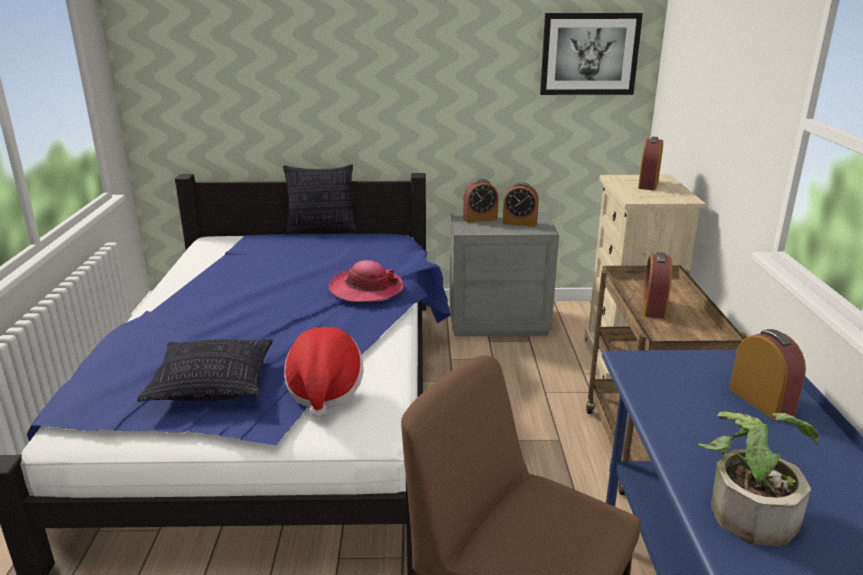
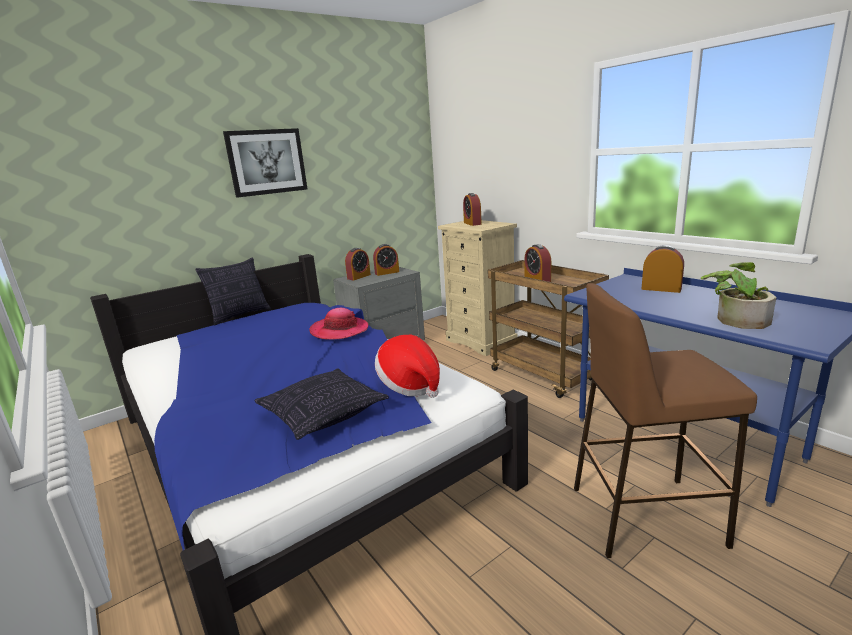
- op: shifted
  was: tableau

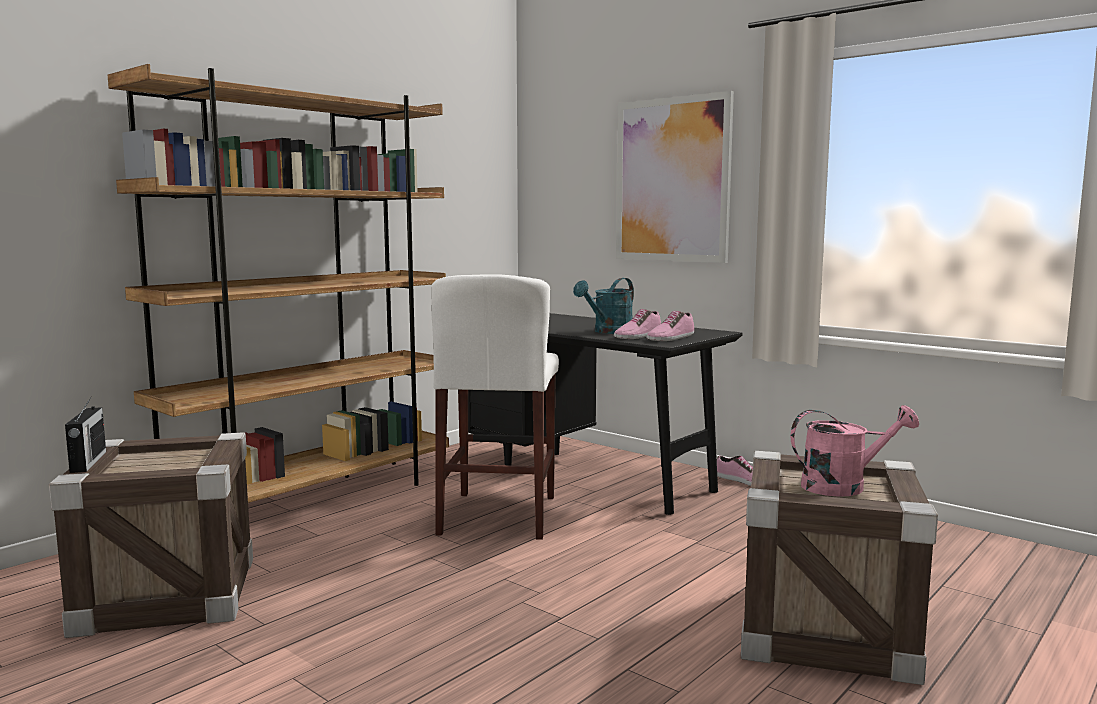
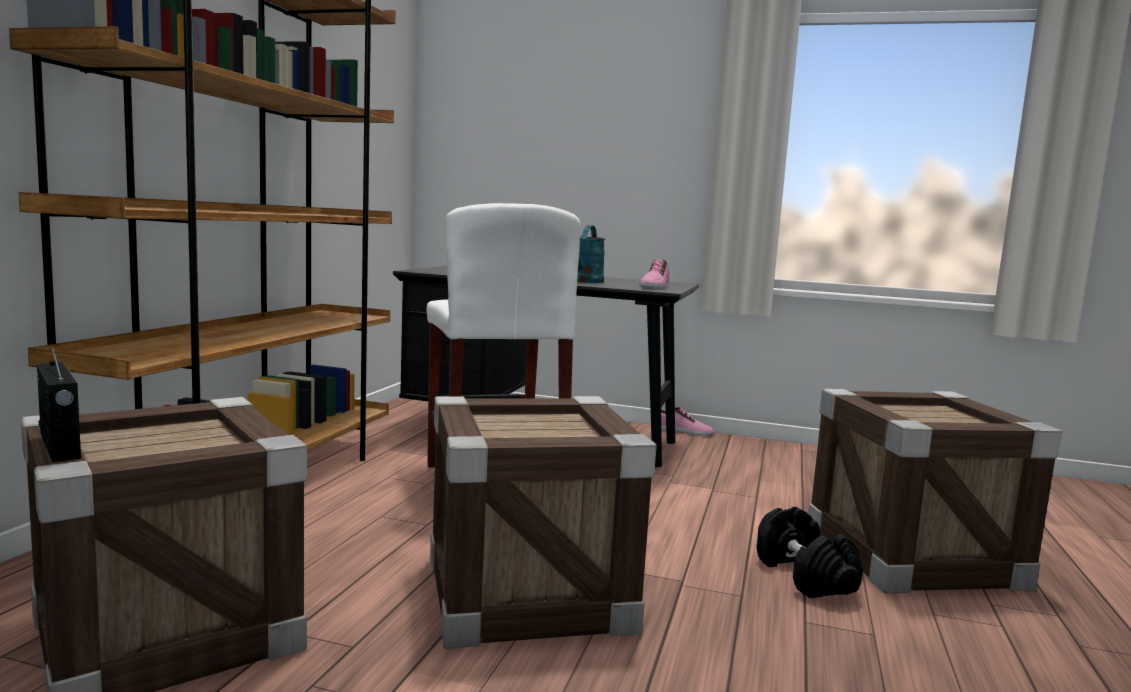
- op: gone
  was: tableau
- op: gone
  was: chaussure (no. 1 from left)
- op: gone
  was: arrosoir (rose)
- op: new
  now: caisse (no. 2 from left)
- op: new
  now: haltère (noir)

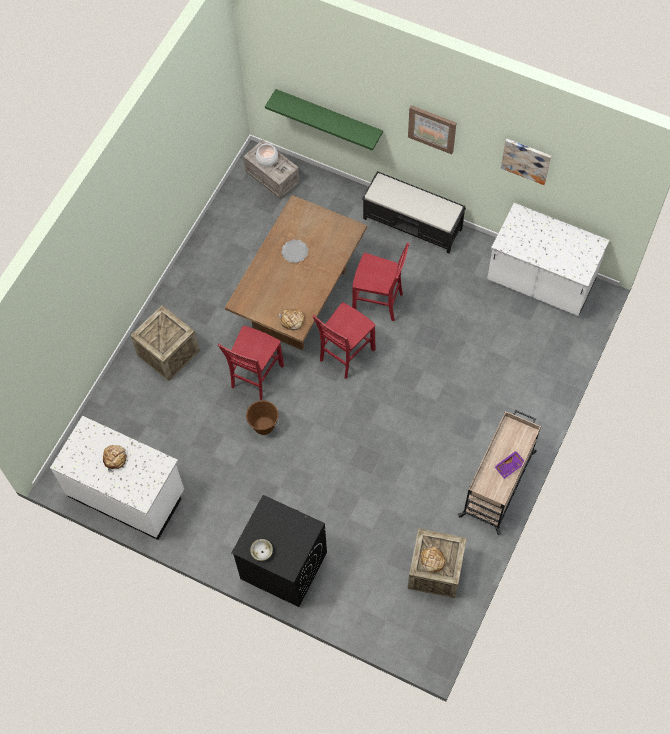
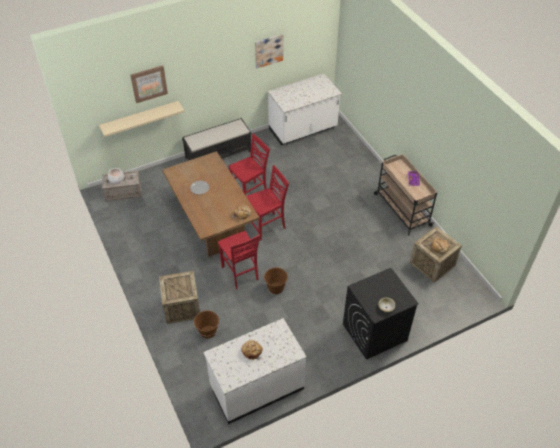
- op: repainted
  was: étagère (vert)
  now: étagère (beige)
- op: shifted
  was: tableau (no. 1 from left)
- op: rotated
  was: chaise (rouge) (no. 2 from left in the first image)
  clockwise: -105
- op: new
  now: seau (marron) (no. 1 from left)

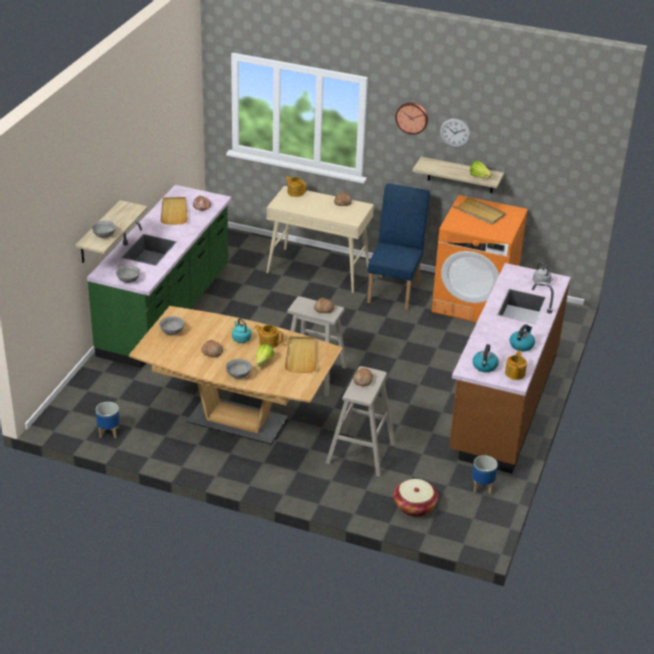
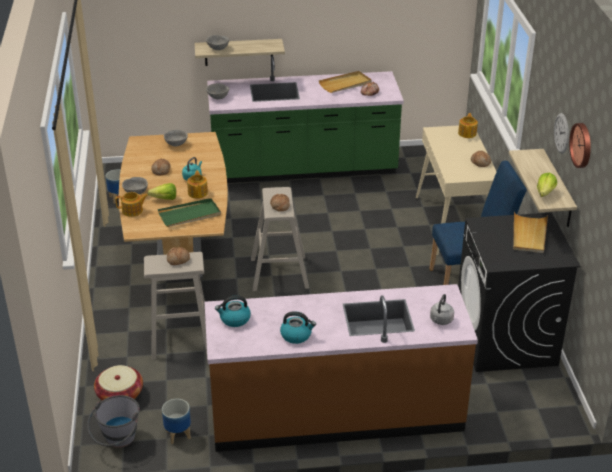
- op: shifted
  was: horloge murale (no. 1 from left in the first image)
  now: horloge murale (no. 2 from left)
- op: repainted
  was: lave-linge (orange)
  now: lave-linge (noir)
- op: repainted
  was: plateau (beige) (no. 2 from left)
  now: plateau (vert)
- op: shifted
  was: théière (no. 3 from left in the first image)
  now: théière (no. 1 from left)
- op: new
  now: seau (gris)

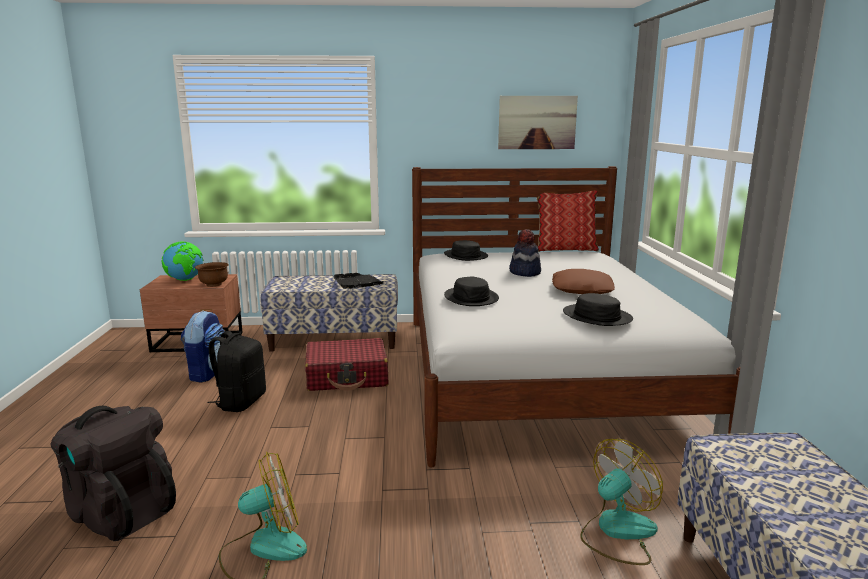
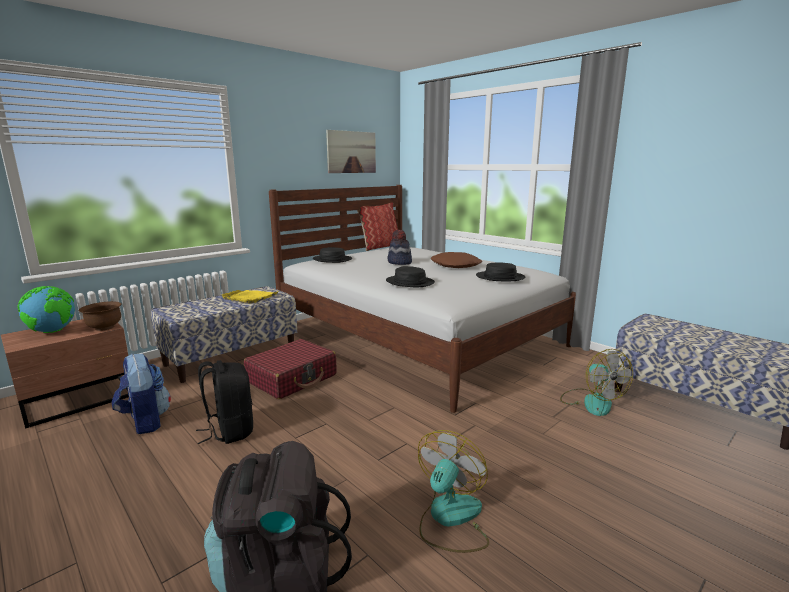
- op: repainted
  was: plateau (noir)
  now: plateau (jaune)
- op: rotated
  was: ventilateur (no. 2 from left)
  clockwise: 150

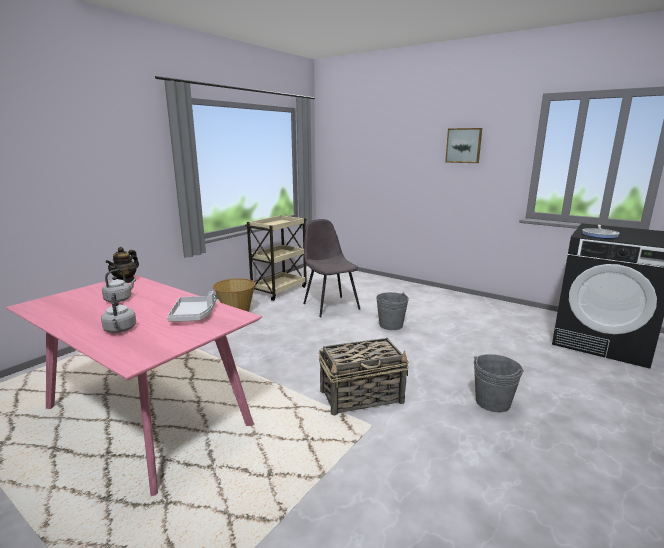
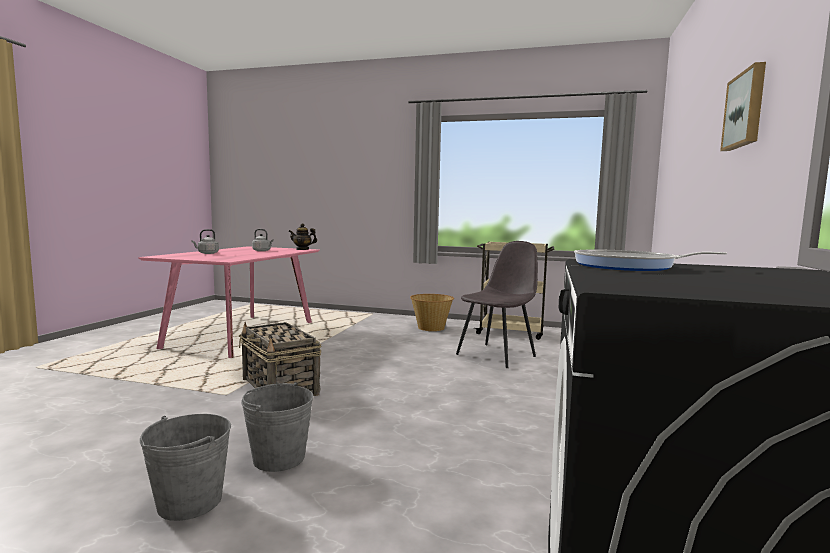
- op: gone
  was: plateau (gris)
- op: shifted
  was: seau (gris) (no. 1 from left)

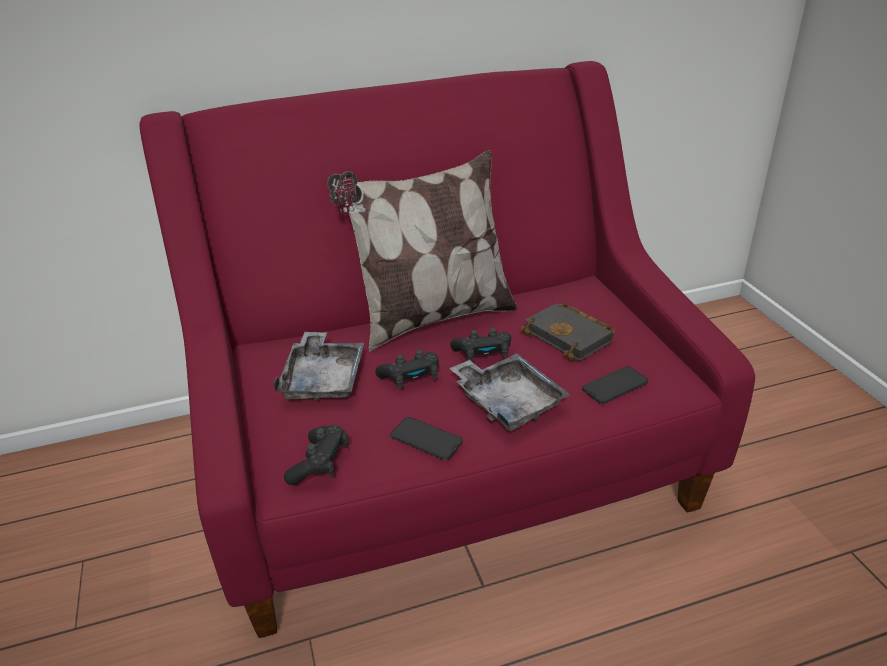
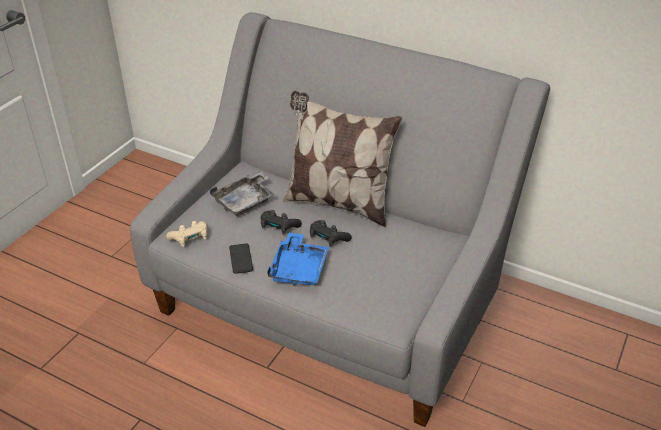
- op: repainted
  was: canapé (rouge)
  now: canapé (gris)
- op: gone
  was: livre (noir)
- op: repainted
  was: plateau (gris) (no. 2 from left)
  now: plateau (bleu)
- op: gone
  was: téléphone (no. 2 from left)
- op: repainted
  was: manette (noir) (no. 1 from left)
  now: manette (beige)

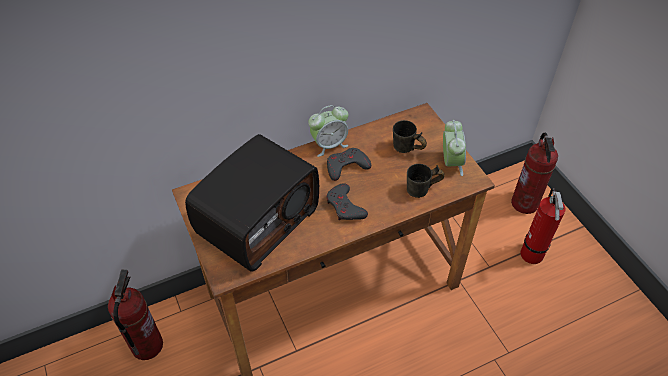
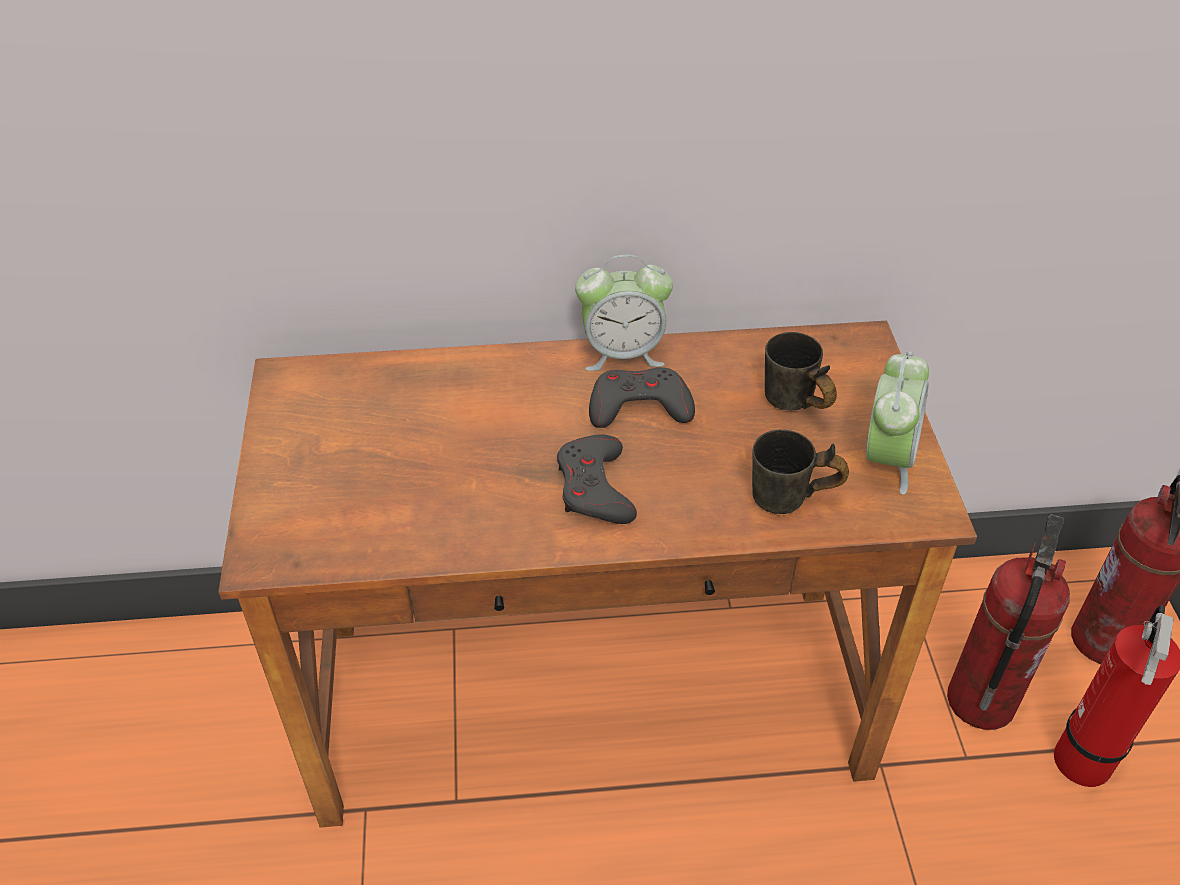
- op: gone
  was: radio
- op: shifted
  was: extincteur (no. 1 from left)

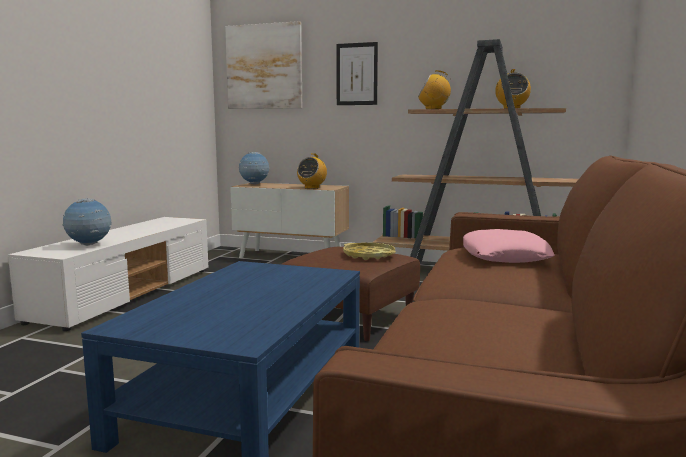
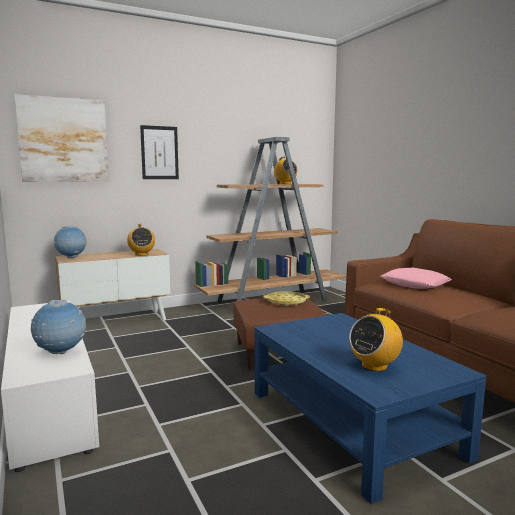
- op: shifted
  was: radio (no. 2 from left in the first image)
  now: radio (no. 3 from left)

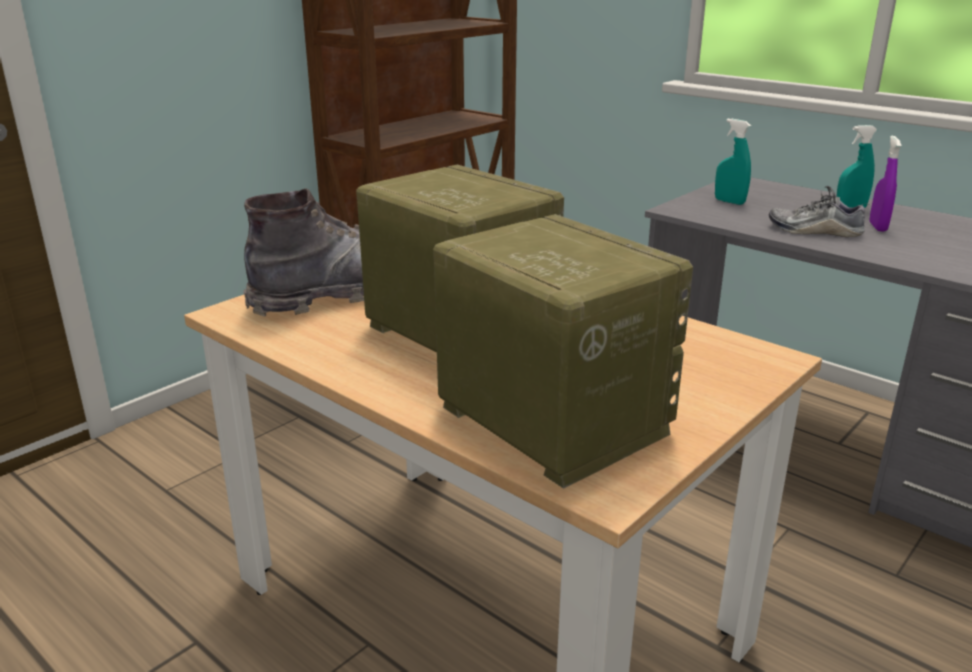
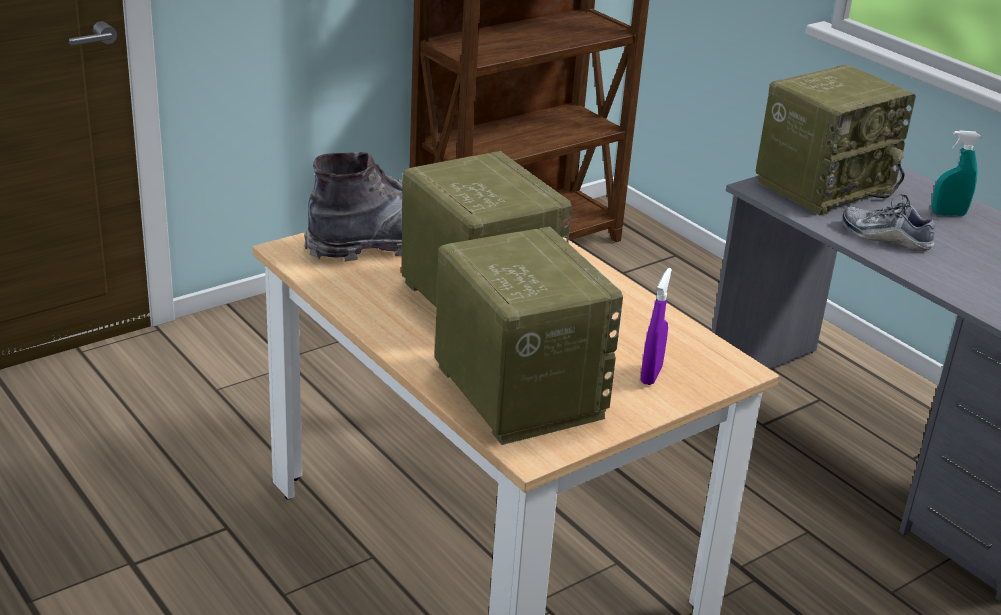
- op: swapped
  was: vaporisateur (turquoise) (no. 1 from left)
  now: radio (no. 3 from left)
- op: shifted
  was: vaporisateur (violet)

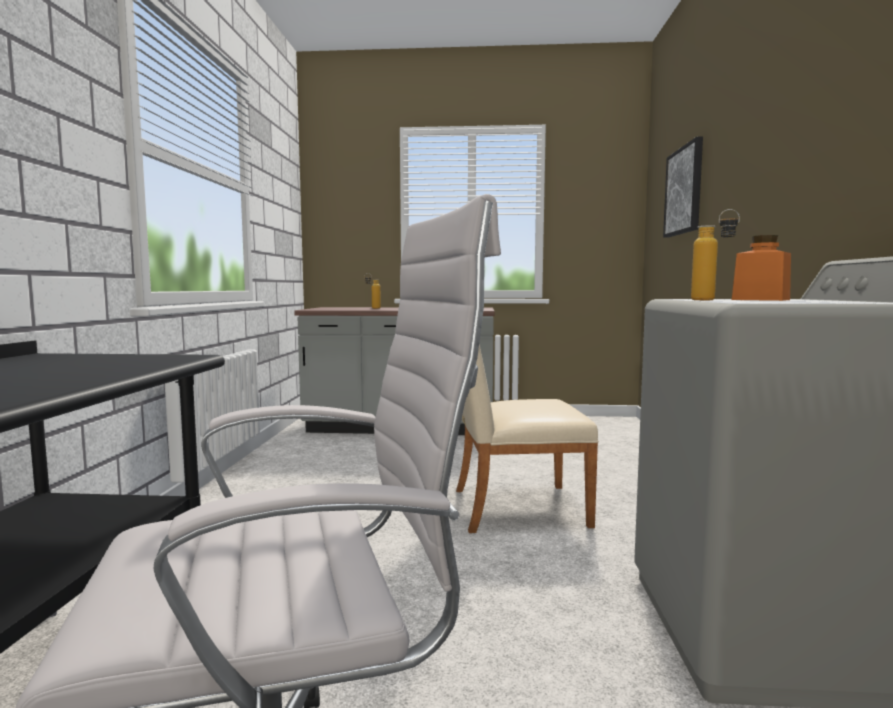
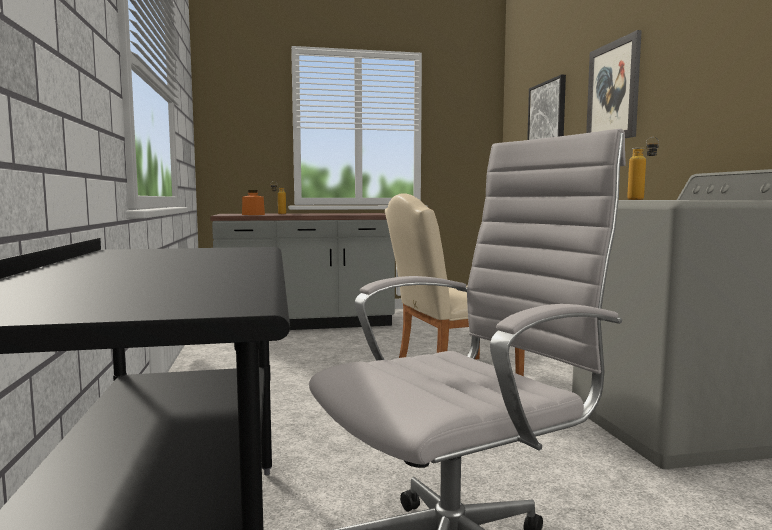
- op: shifted
  was: bocal (orange)
- op: new
  now: tableau (no. 2 from left)

